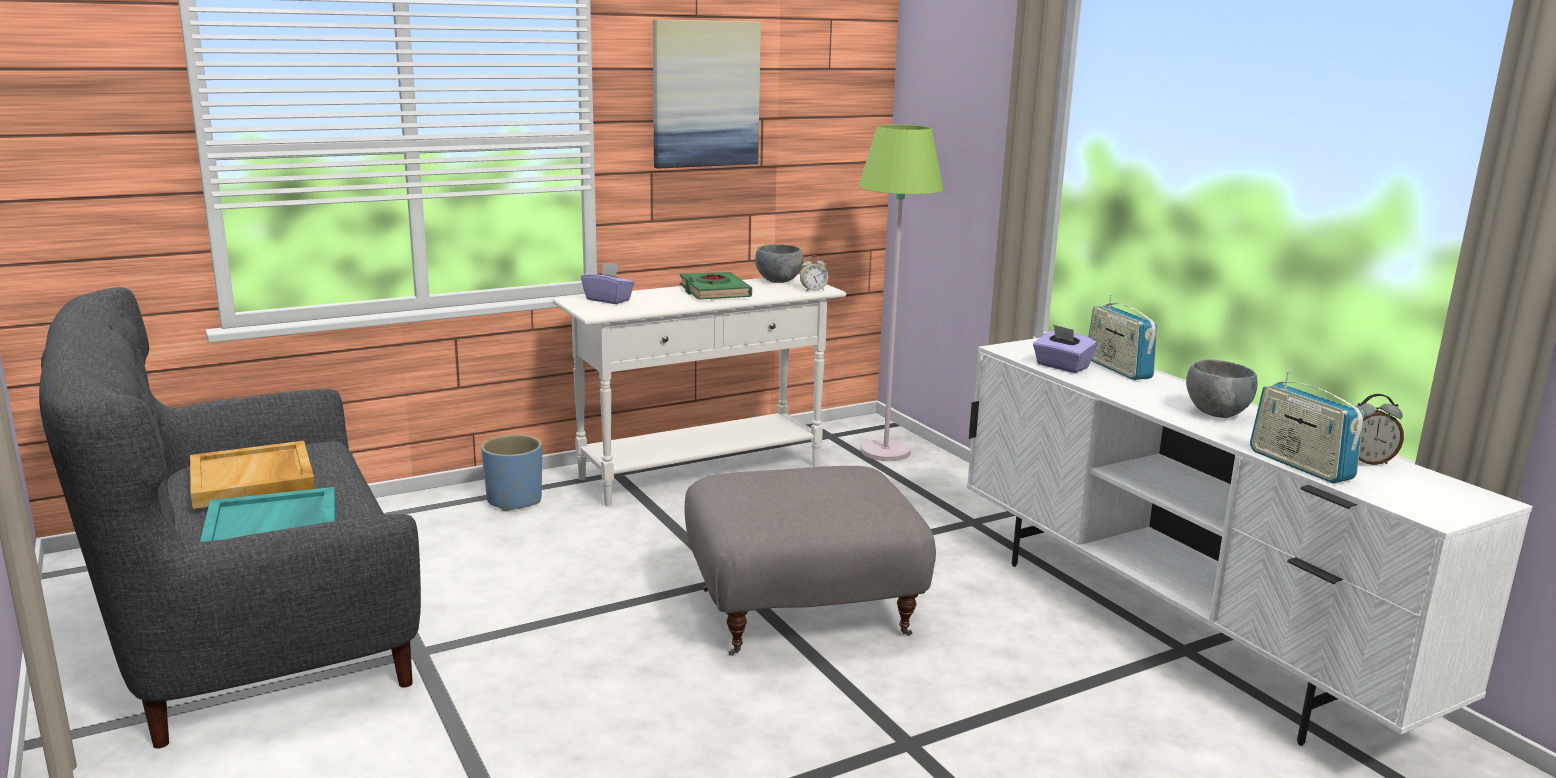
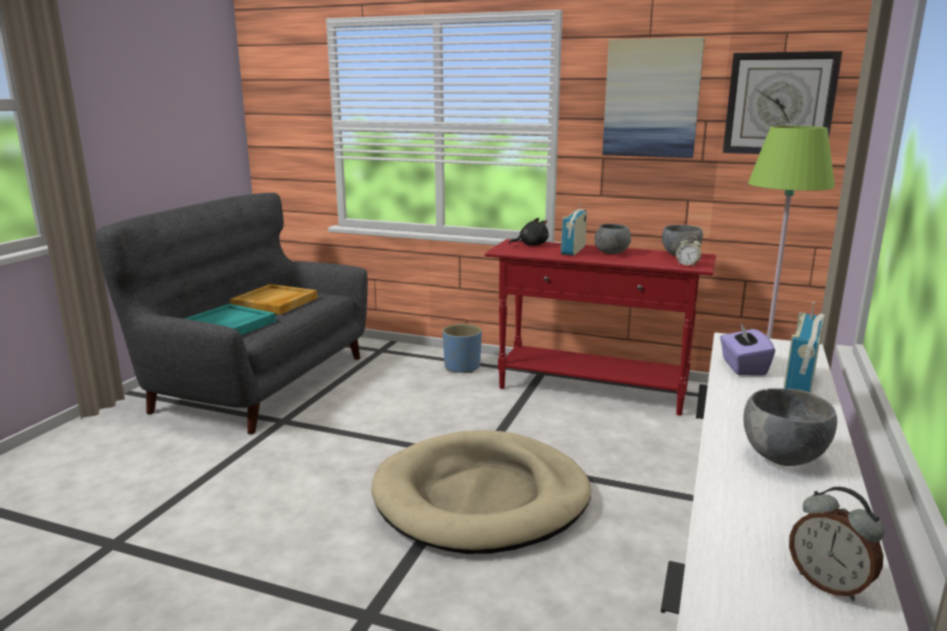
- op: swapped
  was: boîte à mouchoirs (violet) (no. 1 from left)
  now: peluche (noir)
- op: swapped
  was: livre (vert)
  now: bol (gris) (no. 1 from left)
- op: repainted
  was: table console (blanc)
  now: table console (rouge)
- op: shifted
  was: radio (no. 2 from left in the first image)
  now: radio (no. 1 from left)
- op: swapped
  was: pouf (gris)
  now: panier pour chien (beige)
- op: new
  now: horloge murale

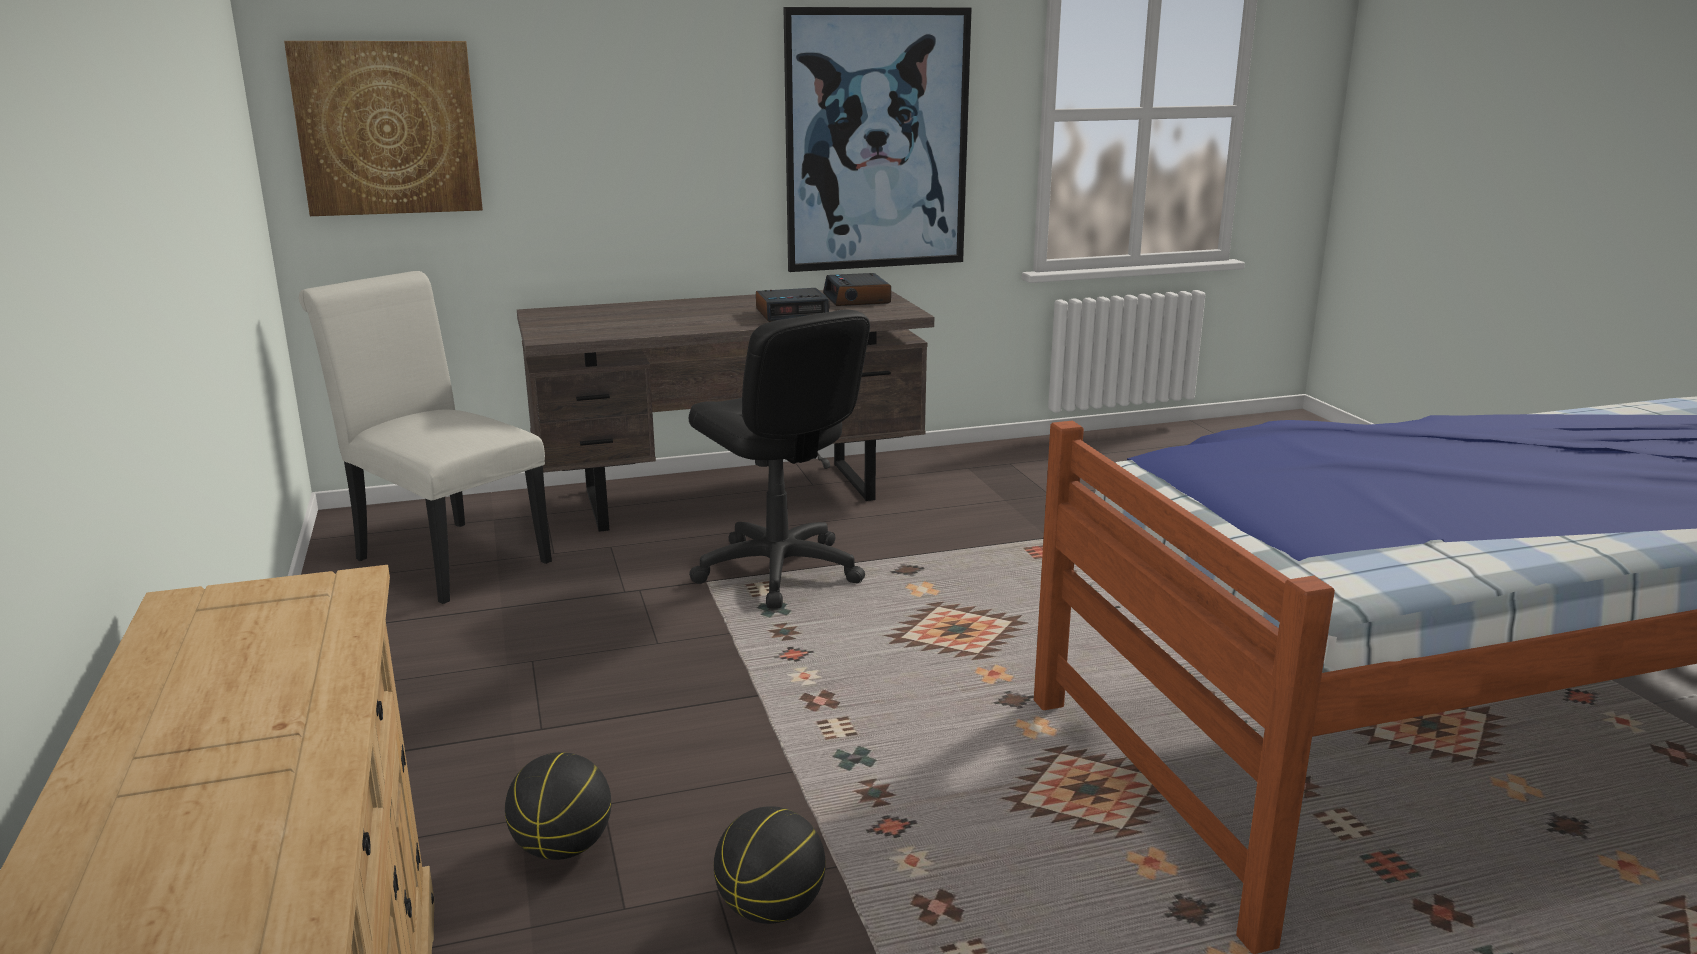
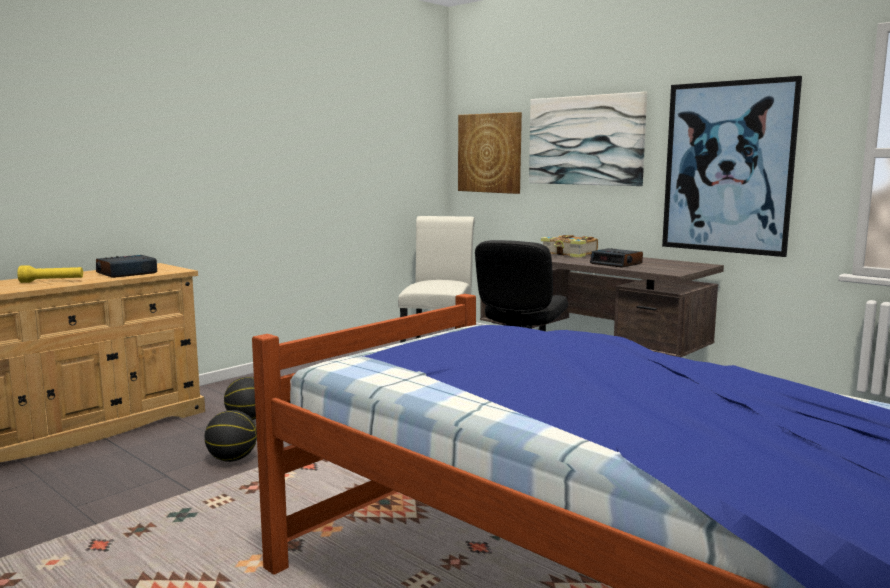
- op: shifted
  was: réveil (no. 2 from left in the first image)
  now: réveil (no. 1 from left)
- op: new
  now: tableau (no. 2 from left)
- op: new
  now: livre
- op: new
  now: lampe de poche (jaune)

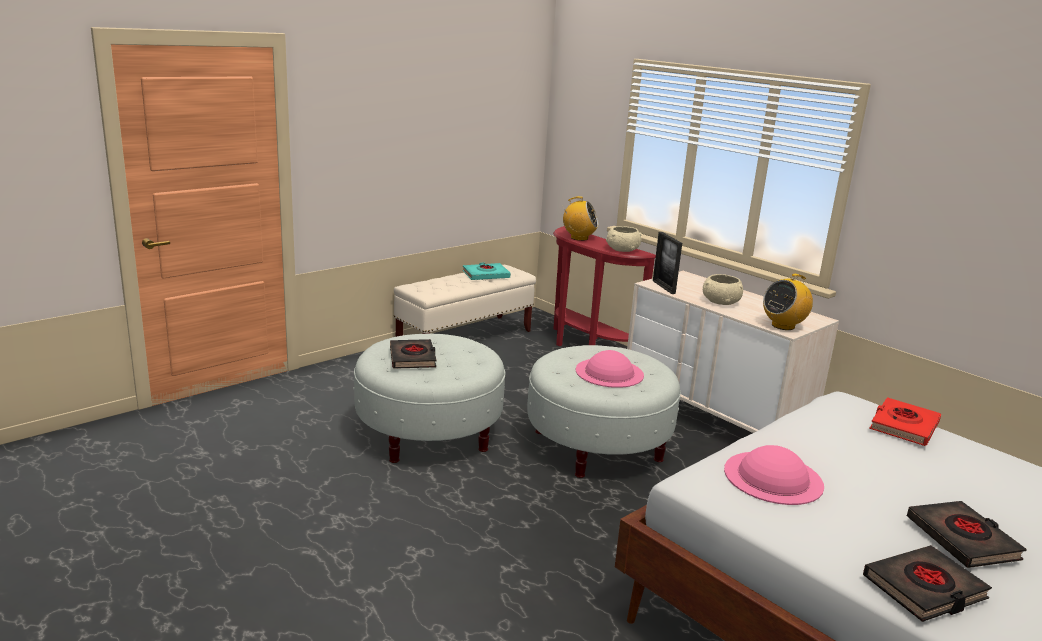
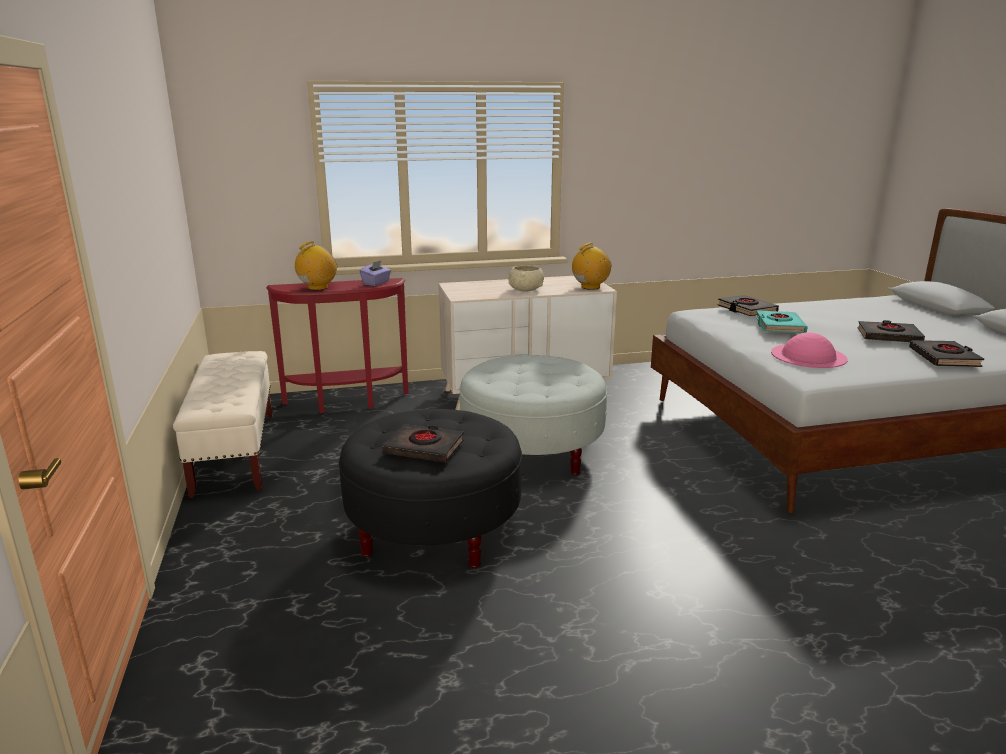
- op: swapped
  was: bol (beige) (no. 1 from left)
  now: boîte à mouchoirs (violet)
- op: gone
  was: cadre photo
- op: shifted
  was: livre (turquoise)
- op: rotated
  was: radio (no. 2 from left)
  clockwise: -120
- op: repainted
  was: pouf (blanc) (no. 1 from left)
  now: pouf (noir)
- op: gone
  was: chapeau (rose) (no. 1 from left)
- op: repainted
  was: livre (rouge)
  now: livre (noir) (no. 2 from left)

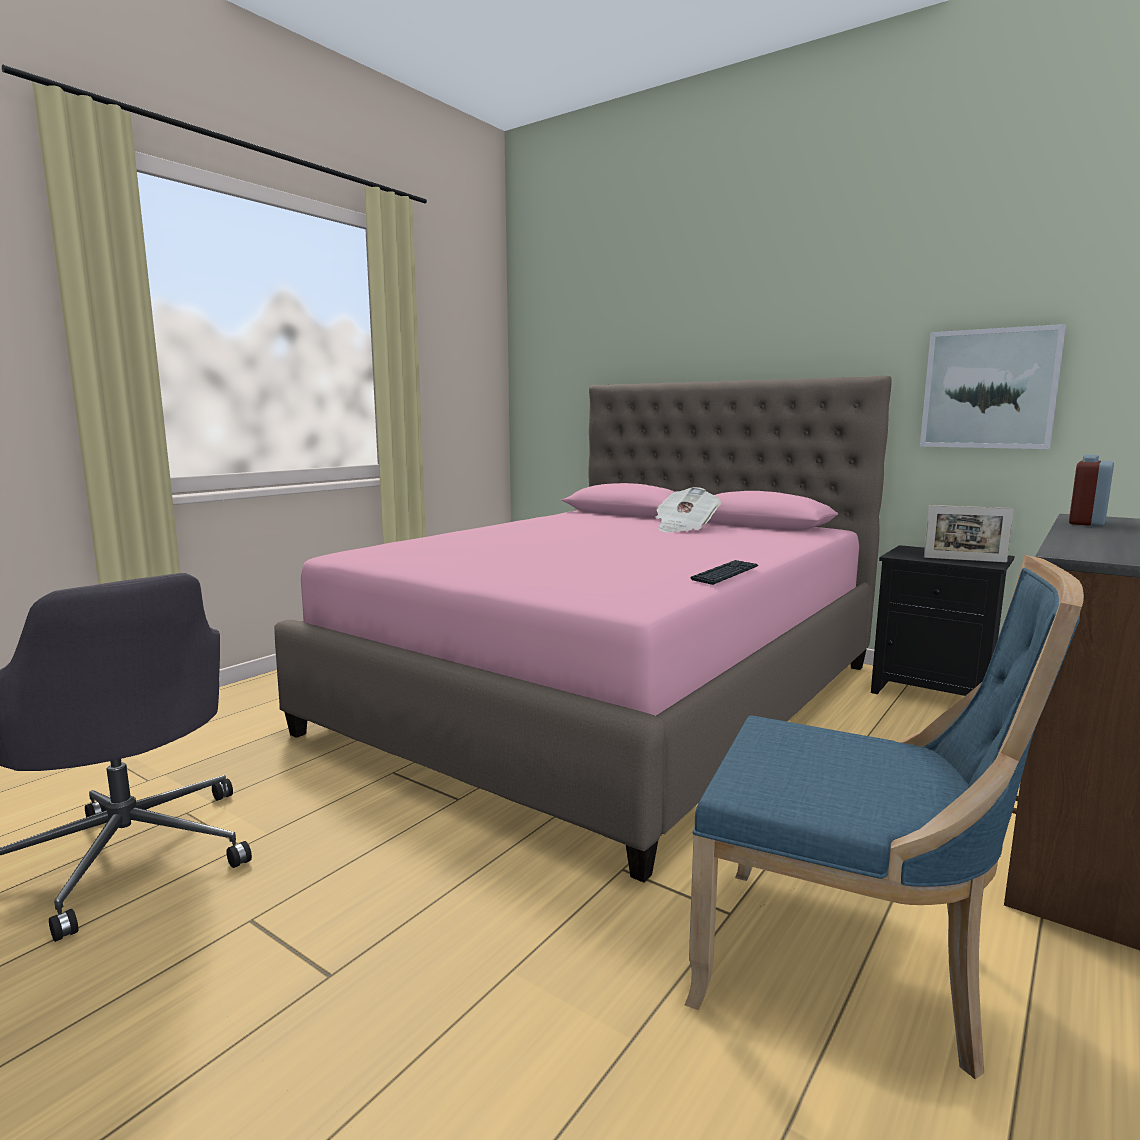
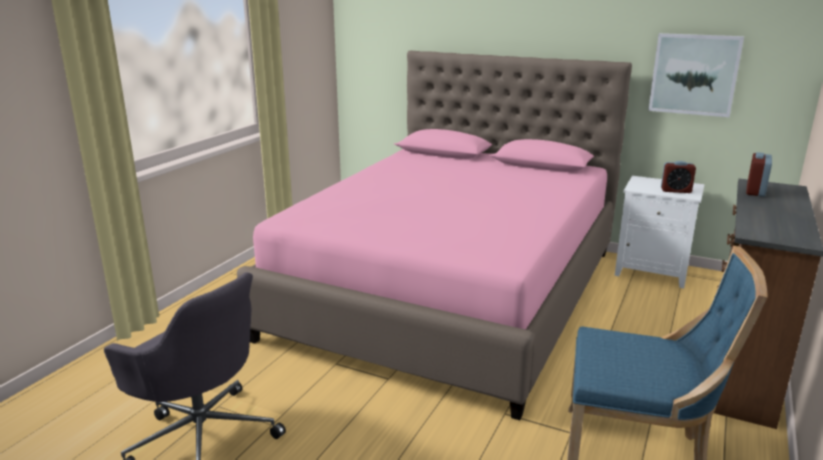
- op: gone
  was: journal
- op: swapped
  was: cadre photo
  now: réveil (no. 1 from left)
- op: repainted
  was: table de chevet (noir)
  now: table de chevet (blanc)
- op: gone
  was: clavier

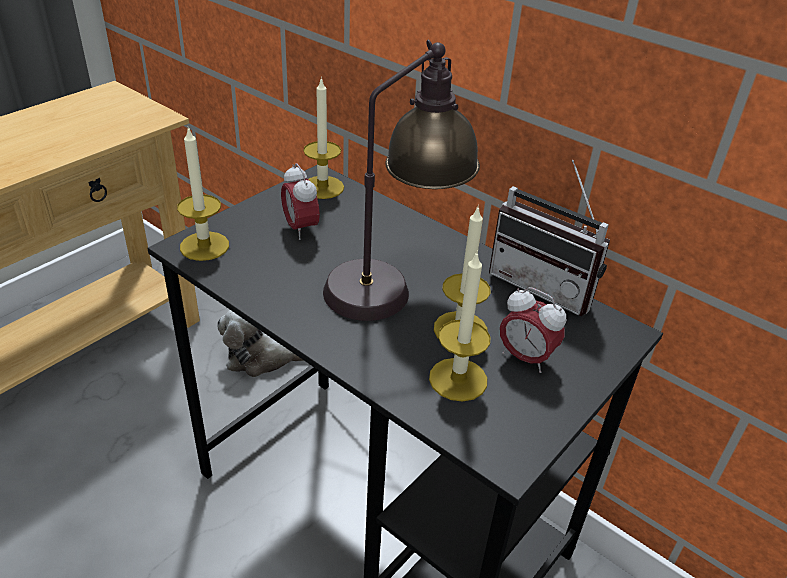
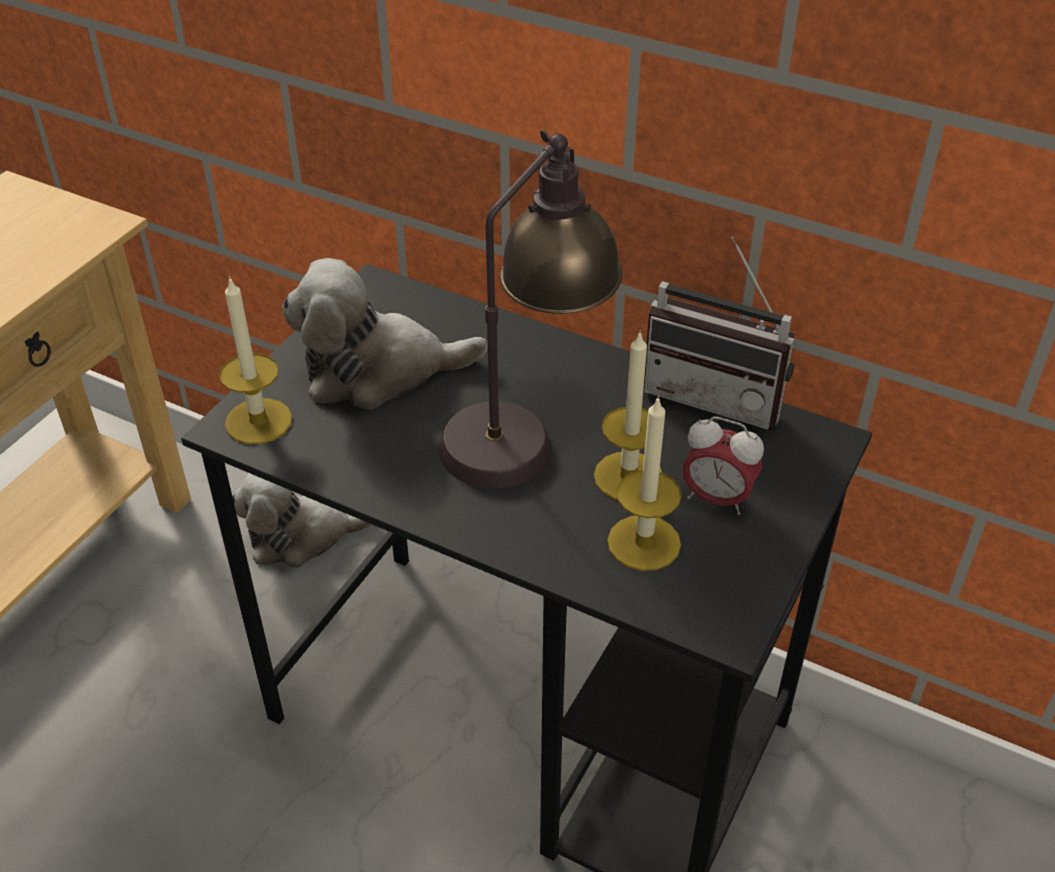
- op: gone
  was: bougie (no. 2 from left)
- op: swapped
  was: réveil (no. 1 from left)
  now: peluche (no. 2 from left)

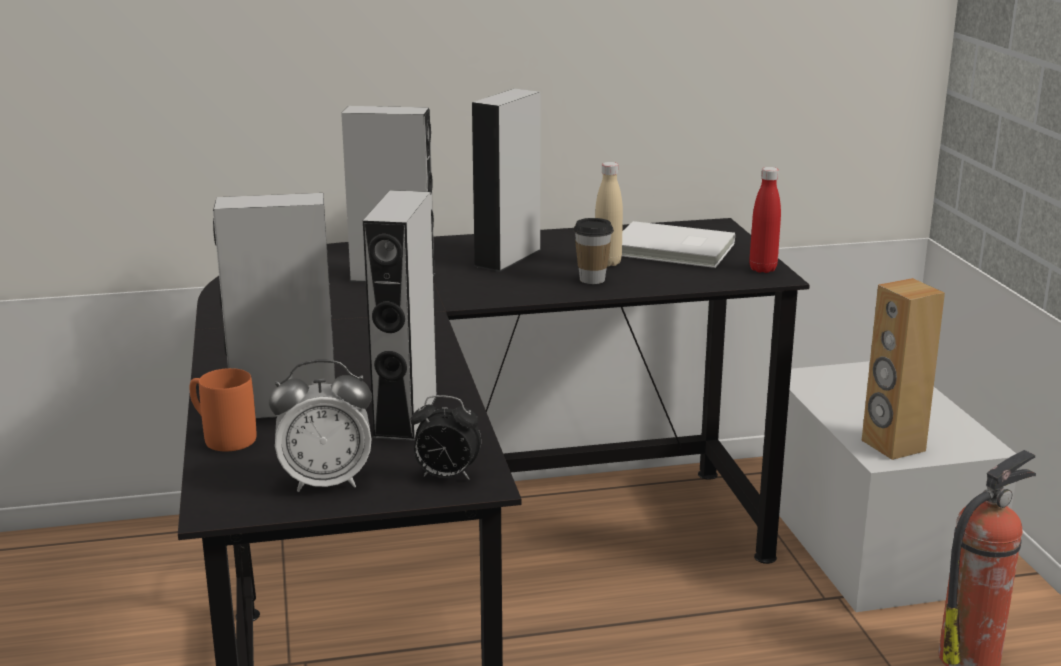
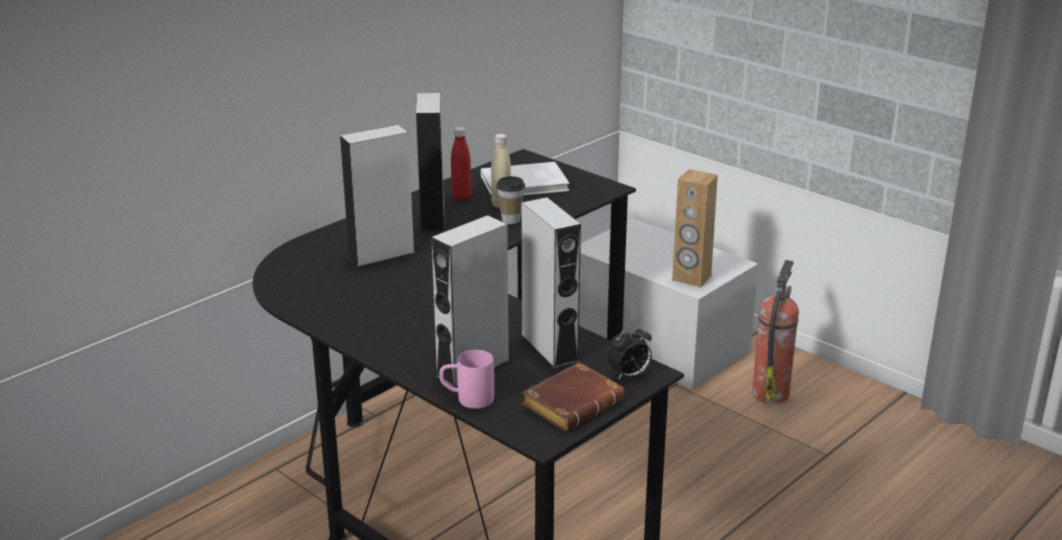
- op: shifted
  was: bouteille (rouge)
- op: swapped
  was: réveil (no. 1 from left)
  now: livre (marron)
- op: repainted
  was: mug (orange)
  now: mug (rose)

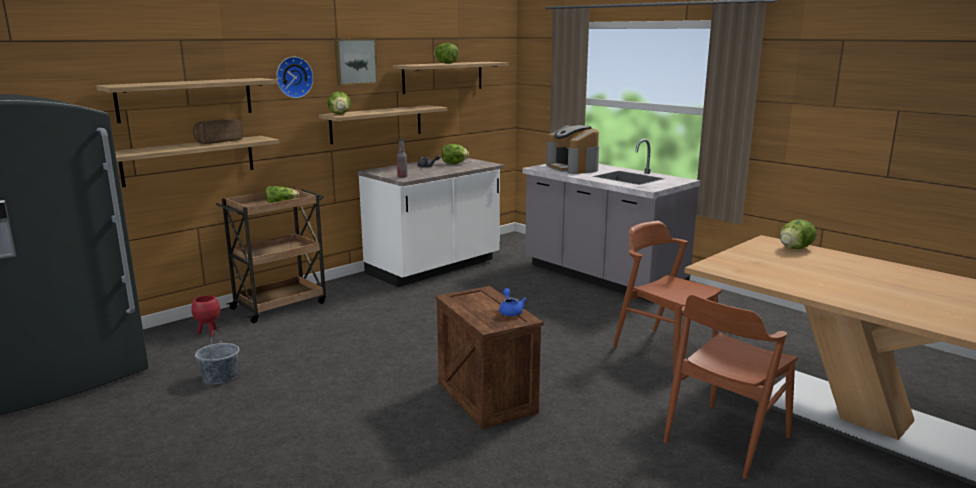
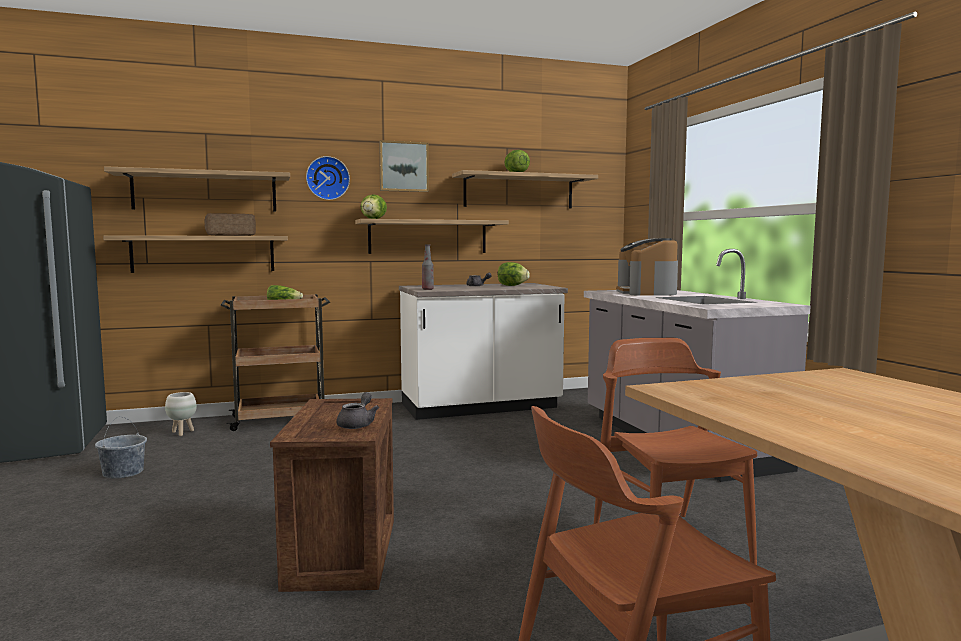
- op: gone
  was: laitue (no. 5 from left)
- op: repainted
  was: théière (bleu)
  now: théière (gris) (no. 1 from left)
- op: repainted
  was: cache-pot (rouge)
  now: cache-pot (blanc)

